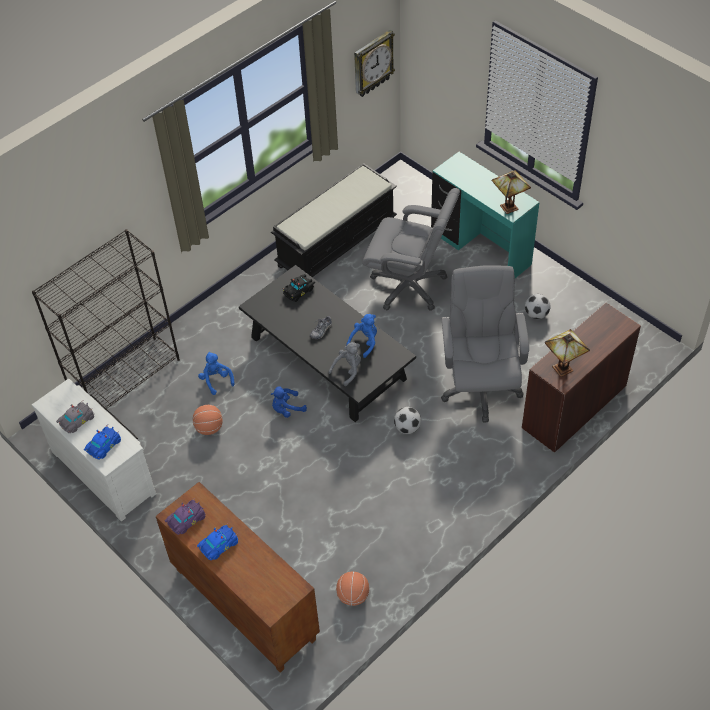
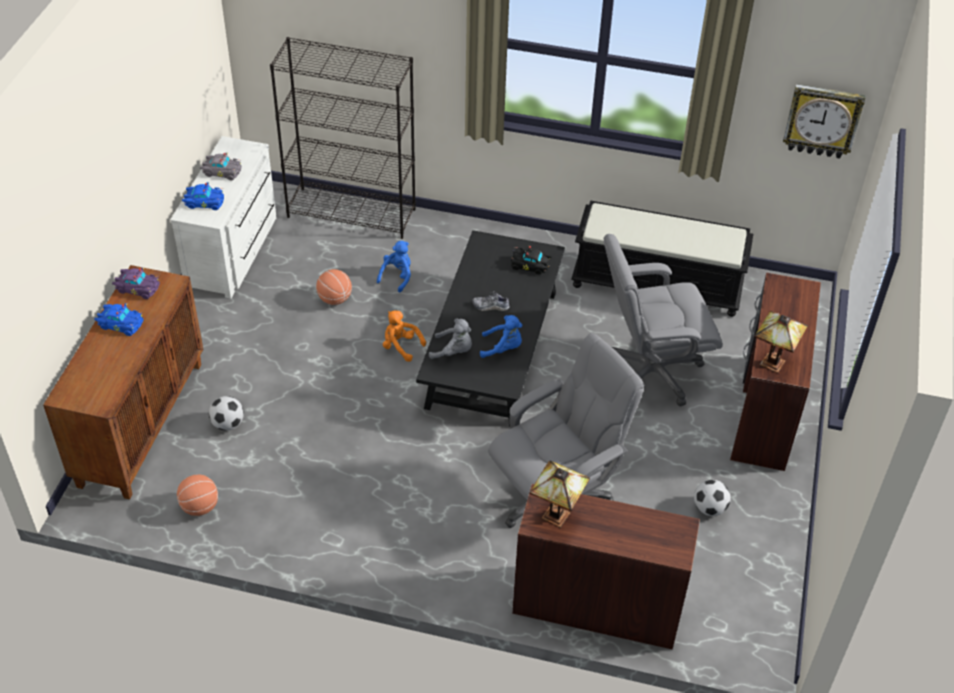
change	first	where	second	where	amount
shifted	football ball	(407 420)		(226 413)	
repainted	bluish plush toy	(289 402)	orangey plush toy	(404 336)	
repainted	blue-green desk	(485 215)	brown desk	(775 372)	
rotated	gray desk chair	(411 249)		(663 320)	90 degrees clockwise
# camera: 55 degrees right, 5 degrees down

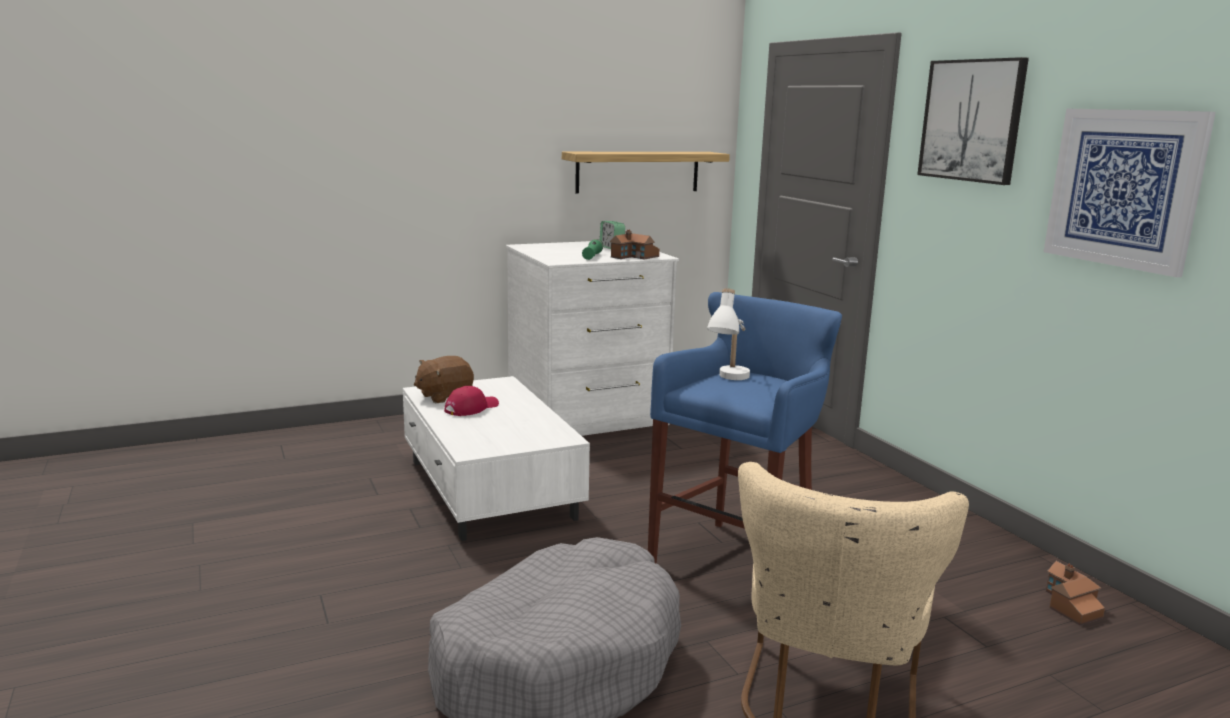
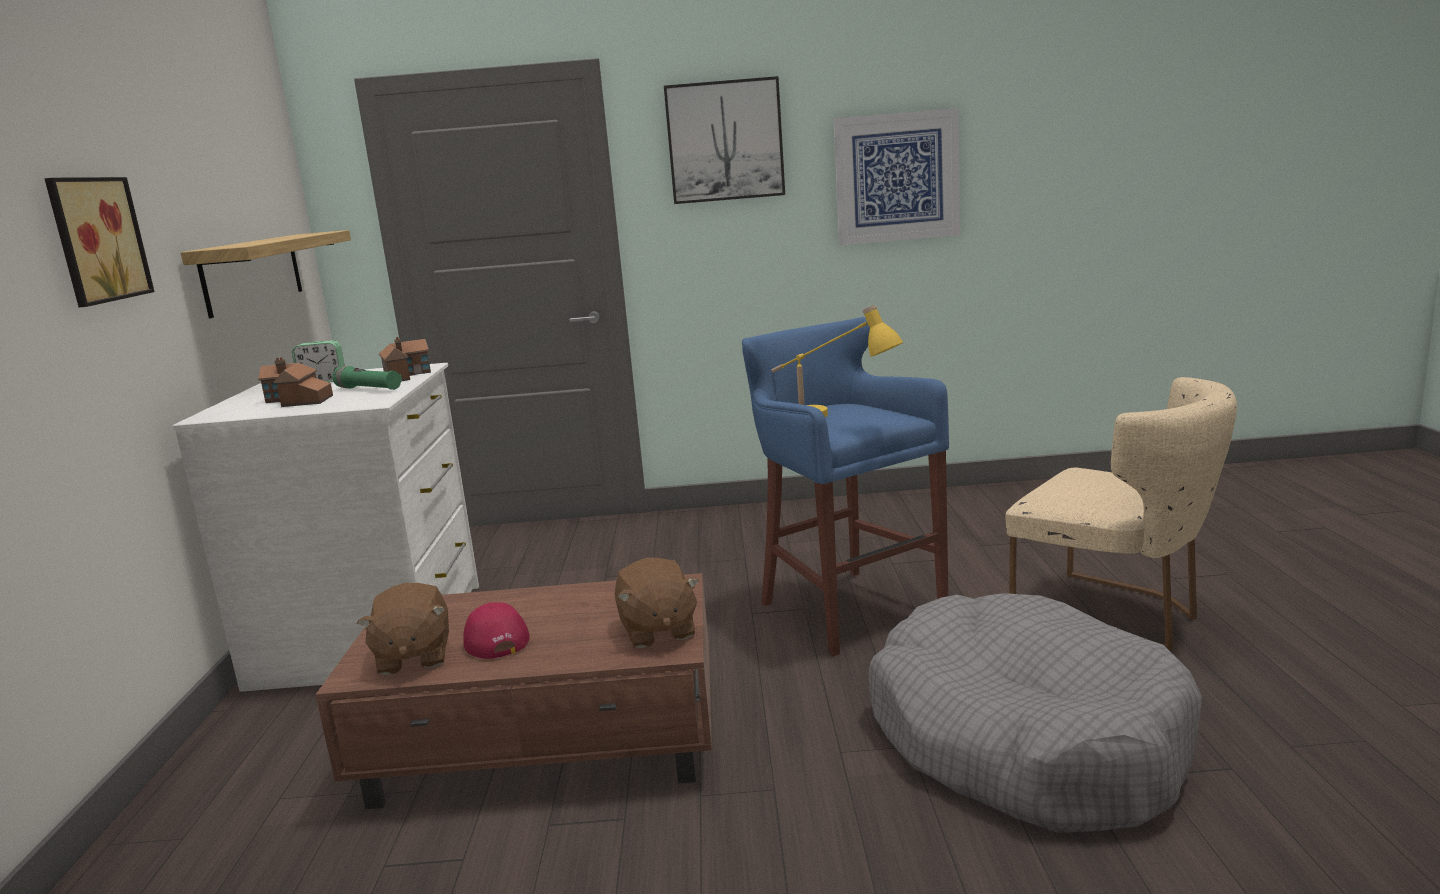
change	first	where	second	where	amount
new			wall picture	(99 242)	
new			brown plush toy	(657 603)	
shifted	miniature house	(1075 593)		(295 382)	
repainted	white-coloured coffee table	(496 458)	brown coffee table	(514 691)	
repainted	white-coloured lamp for a table	(728 334)	yellowish lamp for a table	(837 361)	
# camera: 65 degrees left, 0 degrees up

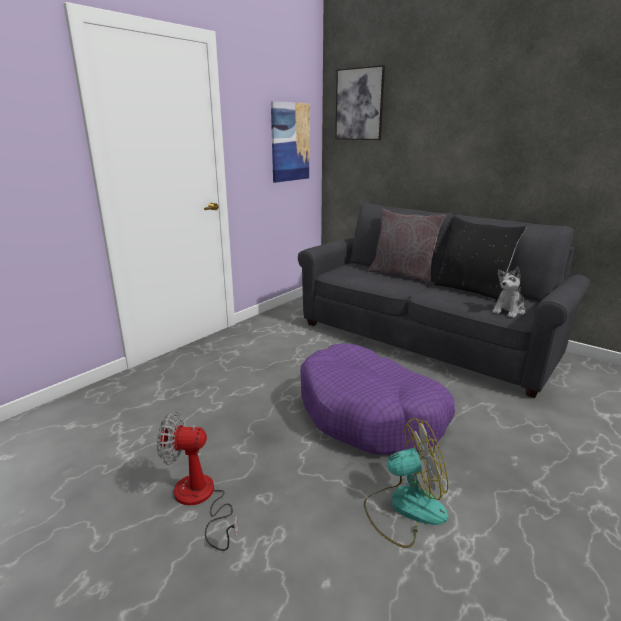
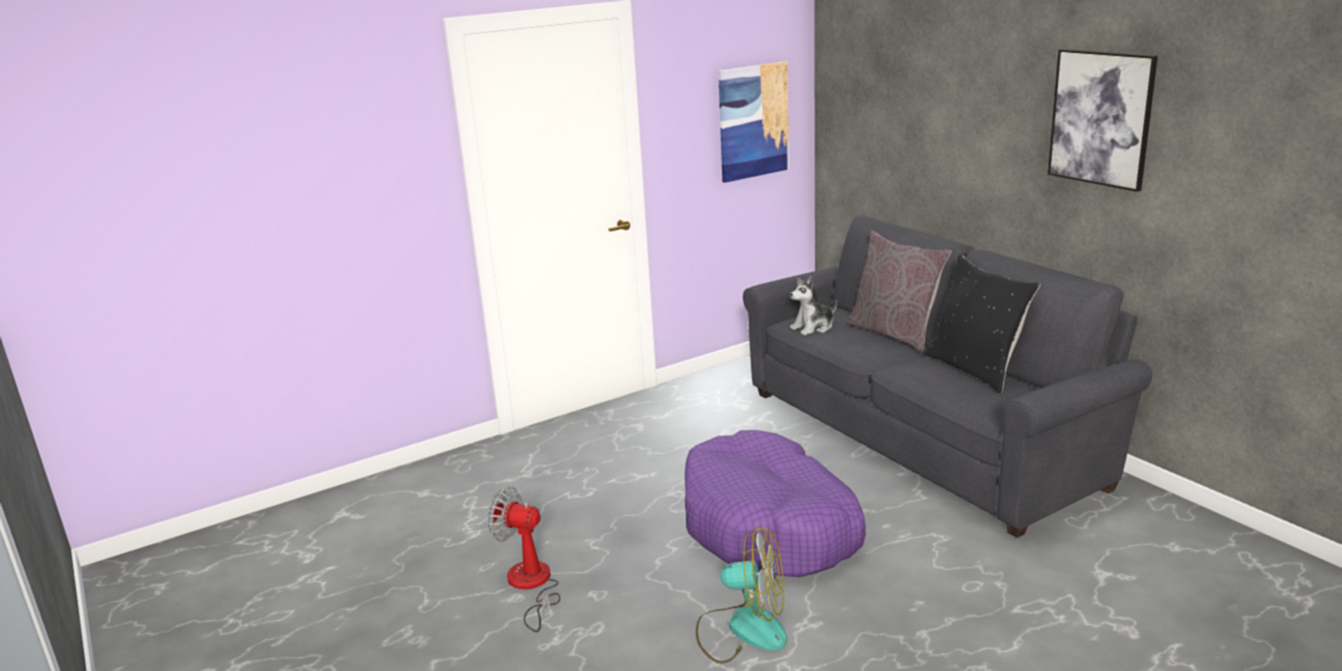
change	first	where	second	where	amount
shifted	wall picture	(360 102)		(1103 120)	
shifted	plush toy	(508 292)		(813 305)	
# camera: 20 degrees right, 0 degrees up

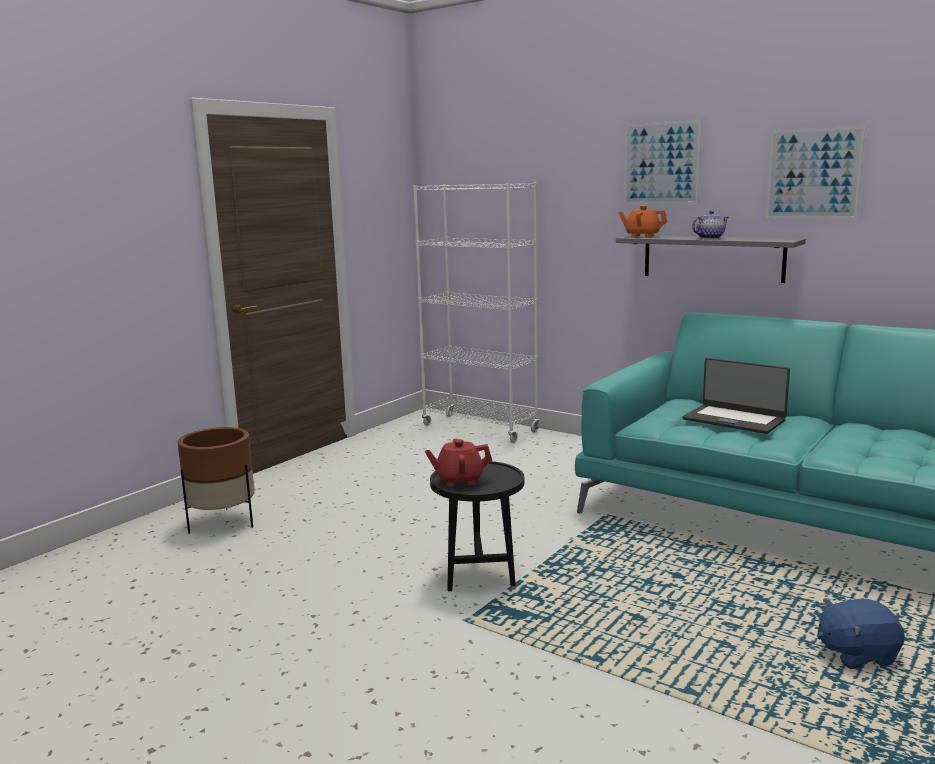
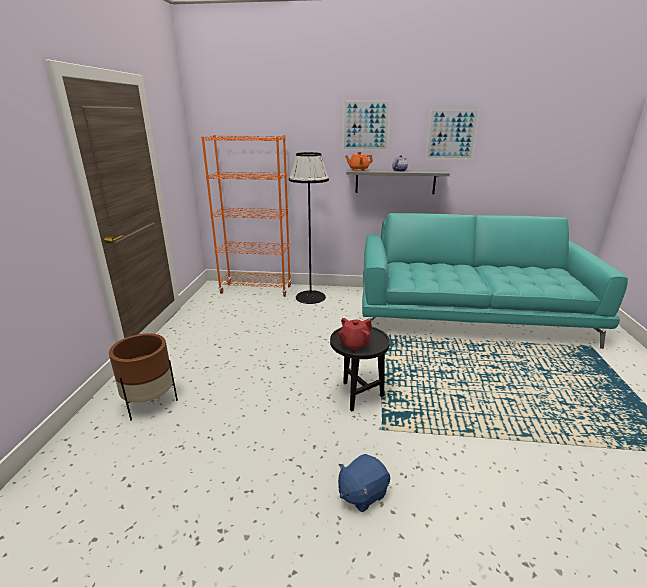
change	first	where	second	where	amount
gone	laptop	(736 396)			
new			black standing lamp	(309 228)	
shifted	bluish plush toy	(861 634)		(364 483)	
repainted	white-coloured bookshelf	(476 312)	orangey bookshelf	(246 216)	
# camera: 30 degrees left, 10 degrees up

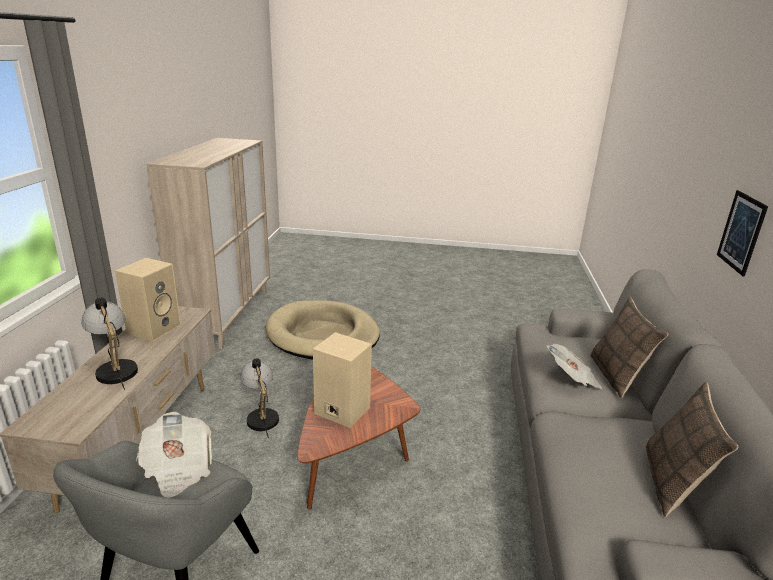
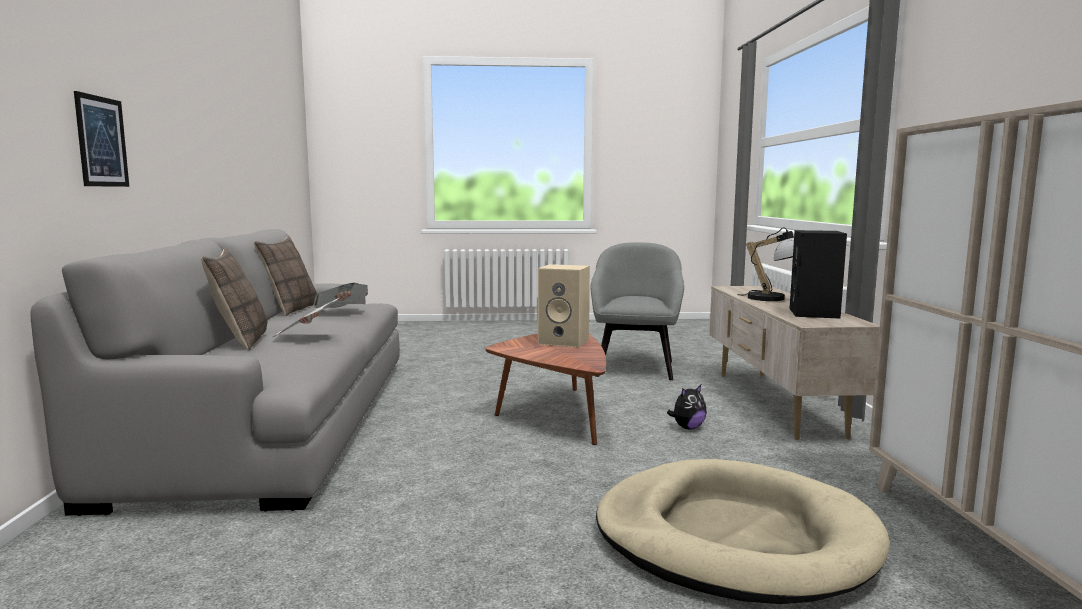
change	first	where	second	where	amount
shifted	printed paper	(174 455)		(341 295)	
swapped	lamp for a table	(259 398)	plush toy	(687 407)	
repainted	sand-coloured loudspeaker	(148 300)	black loudspeaker	(818 274)	
# camera: 170 degrees right, 15 degrees down

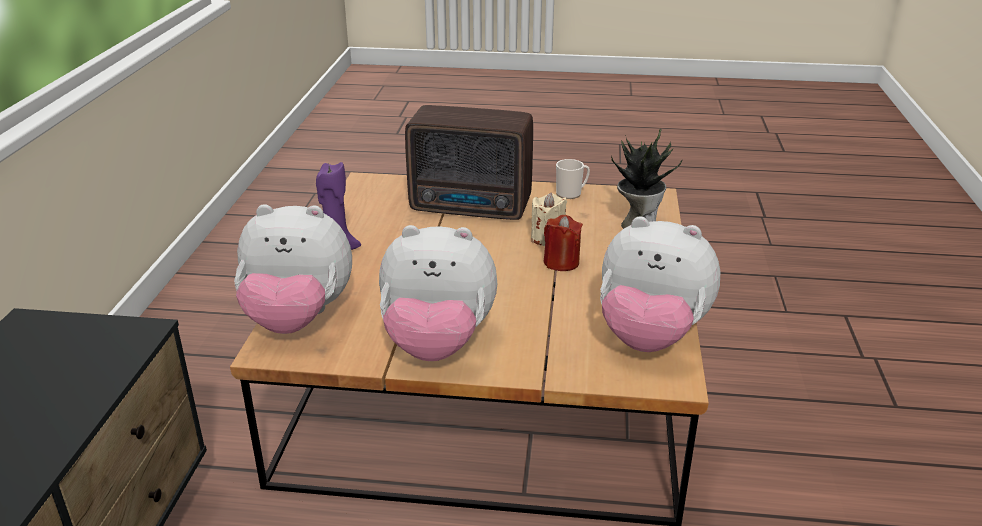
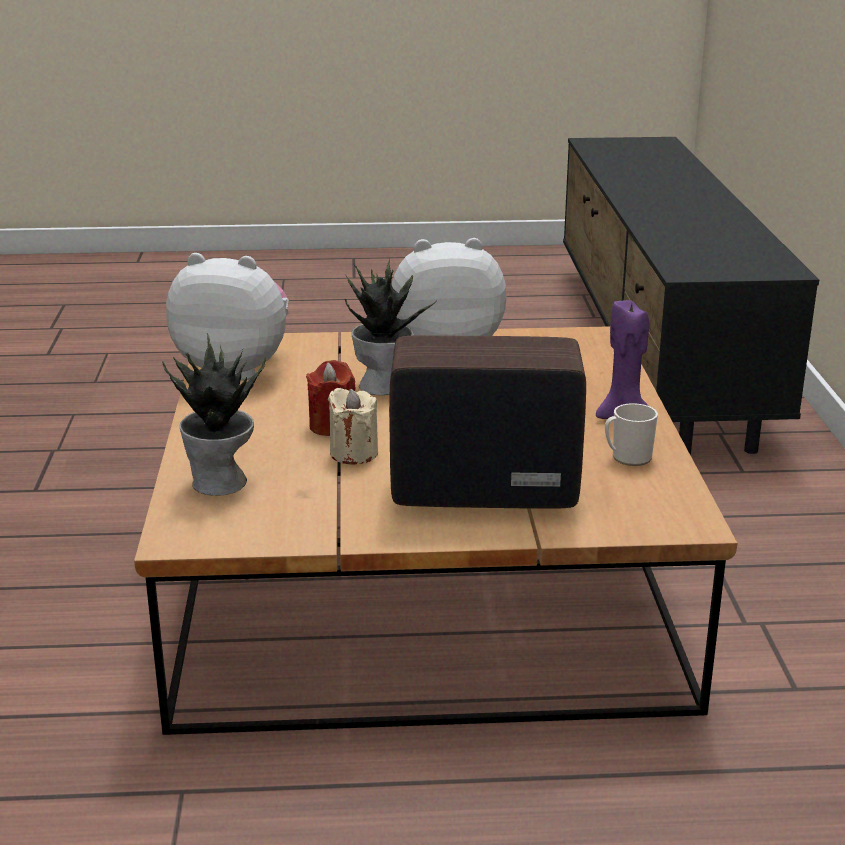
change	first	where	second	where	amount
gone	plush toy	(293 269)			
new			plant in a pot	(391 326)	
shifted	coffee mug	(573 179)		(631 434)	
# camera: 170 degrees right, 5 degrees down

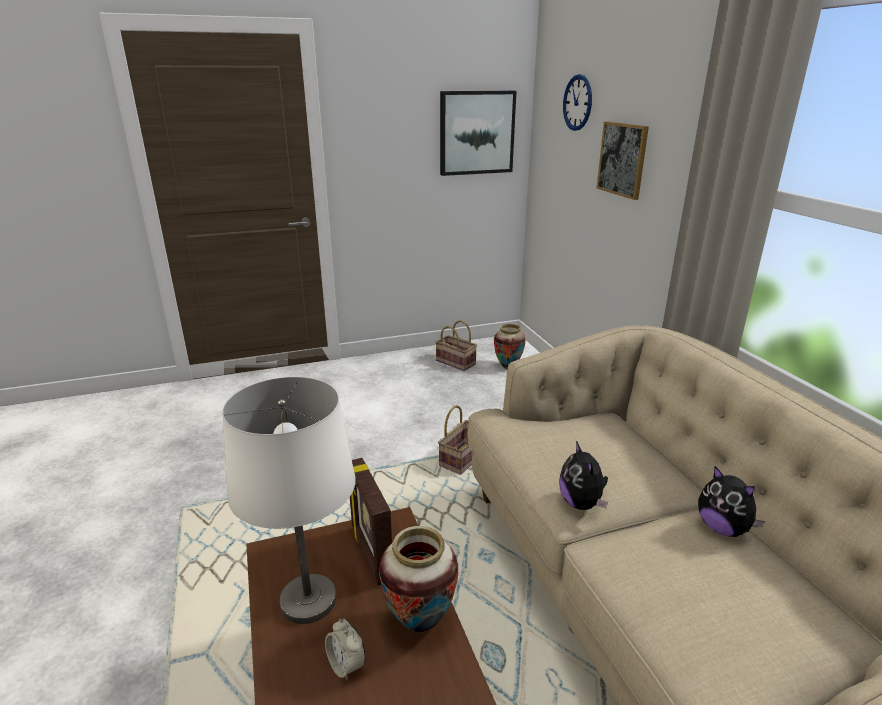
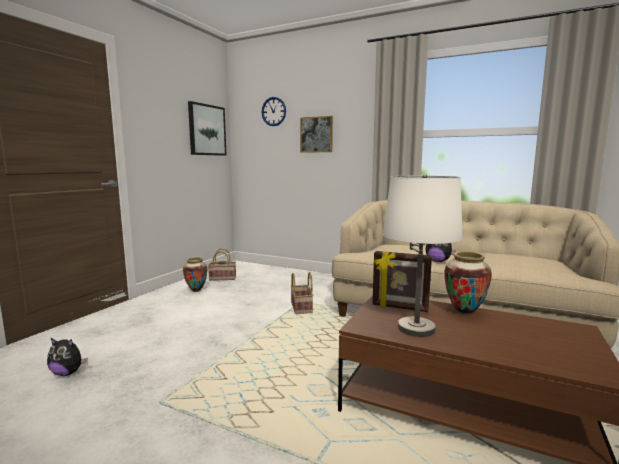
change	first	where	second	where	amount
gone	bedside clock	(345 650)			
shifted	vase	(510 346)		(195 274)	
shifted	plush toy	(732 501)		(67 357)	
# camera: 45 degrees left, 15 degrees down

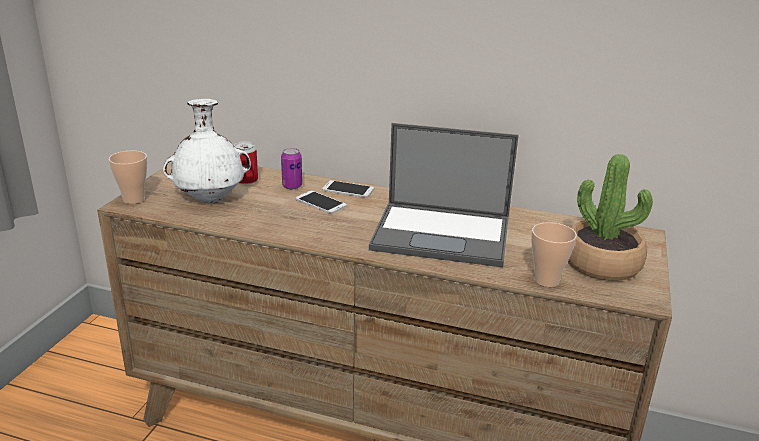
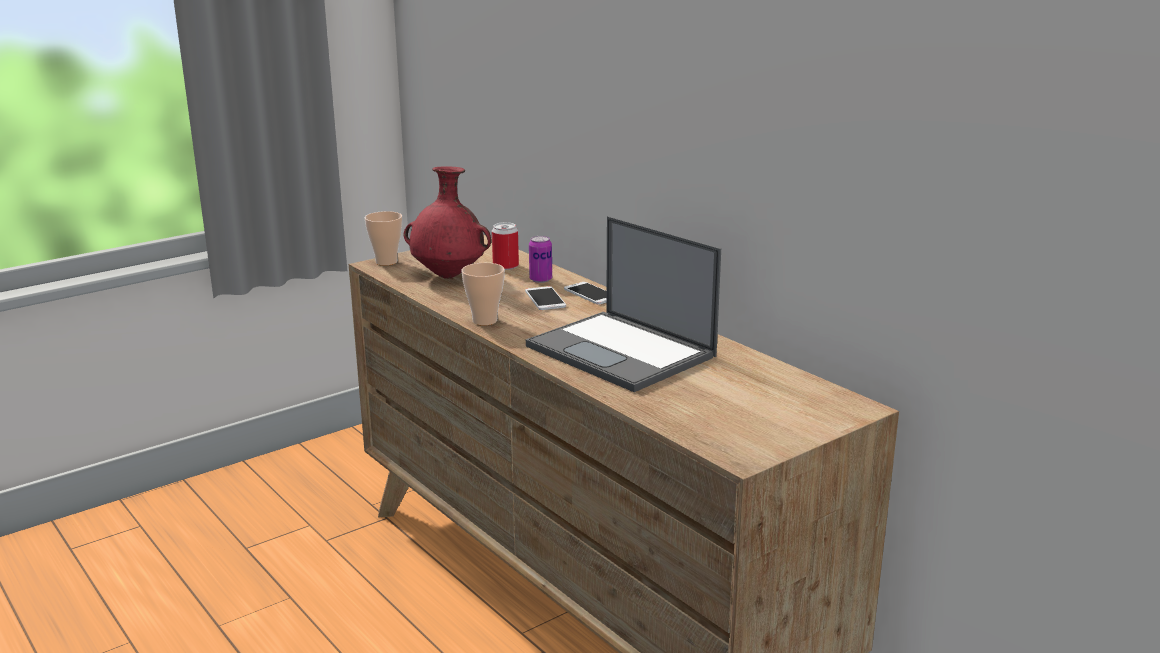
change	first	where	second	where	amount
gone	plant in a pot	(610 217)			
shifted	cup	(554 254)		(483 294)	
repainted	white-coloured vase	(207 151)	red vase	(447 222)	
# camera: 35 degrees right, 5 degrees down

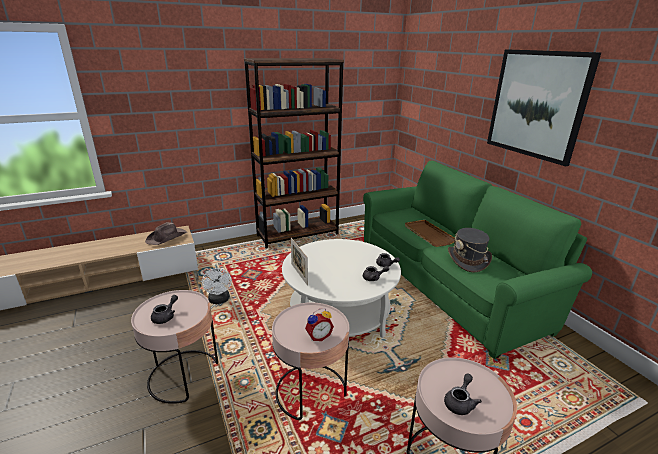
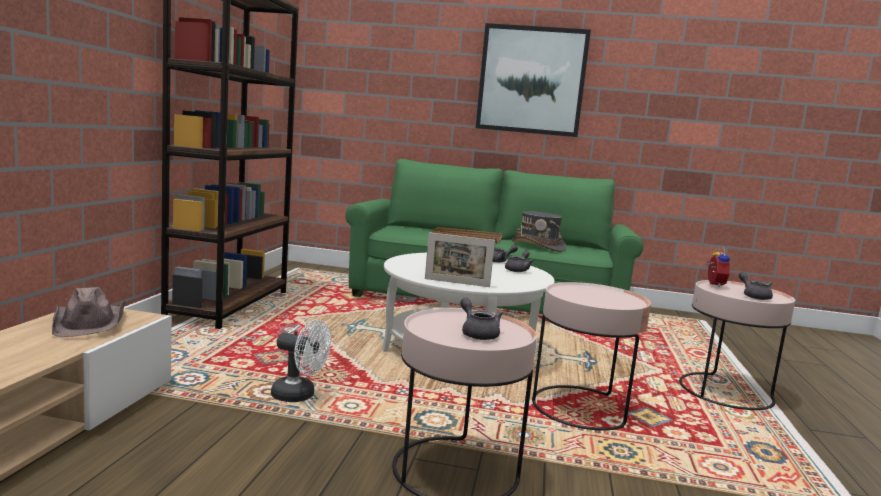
change	first	where	second	where	amount
shifted	bedside clock	(319 325)		(718 266)	
# camera: 55 degrees left, 15 degrees down

